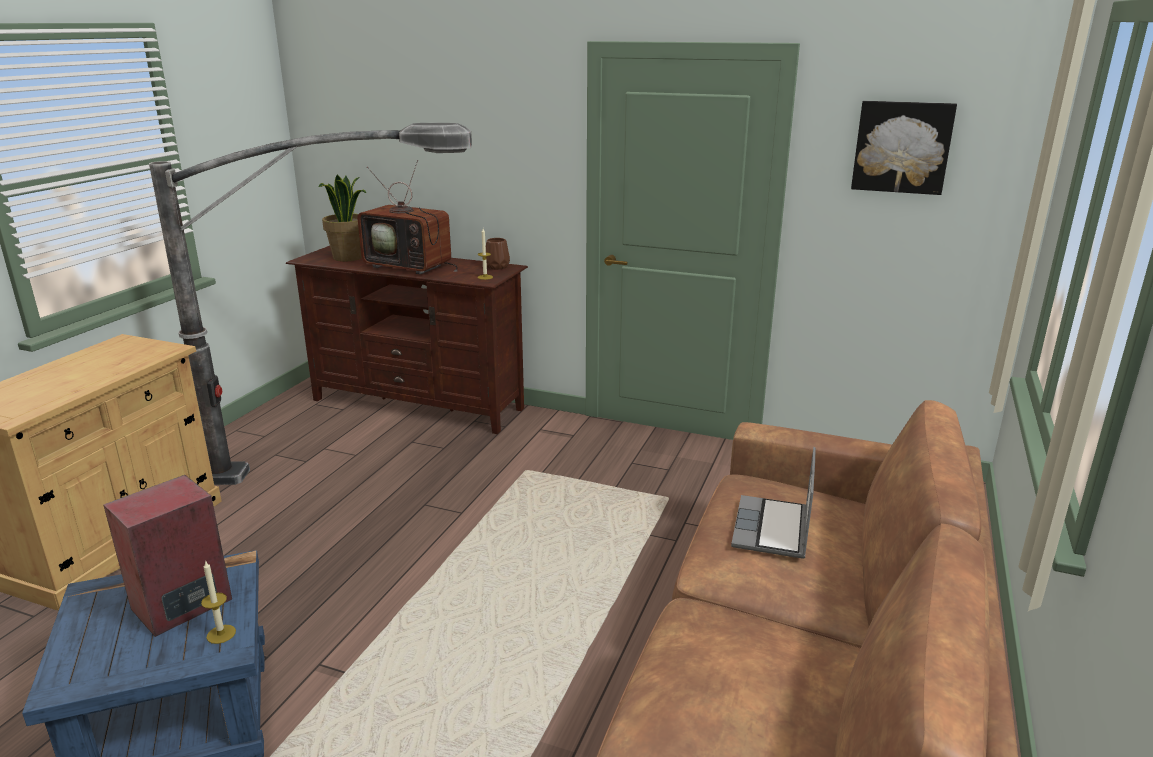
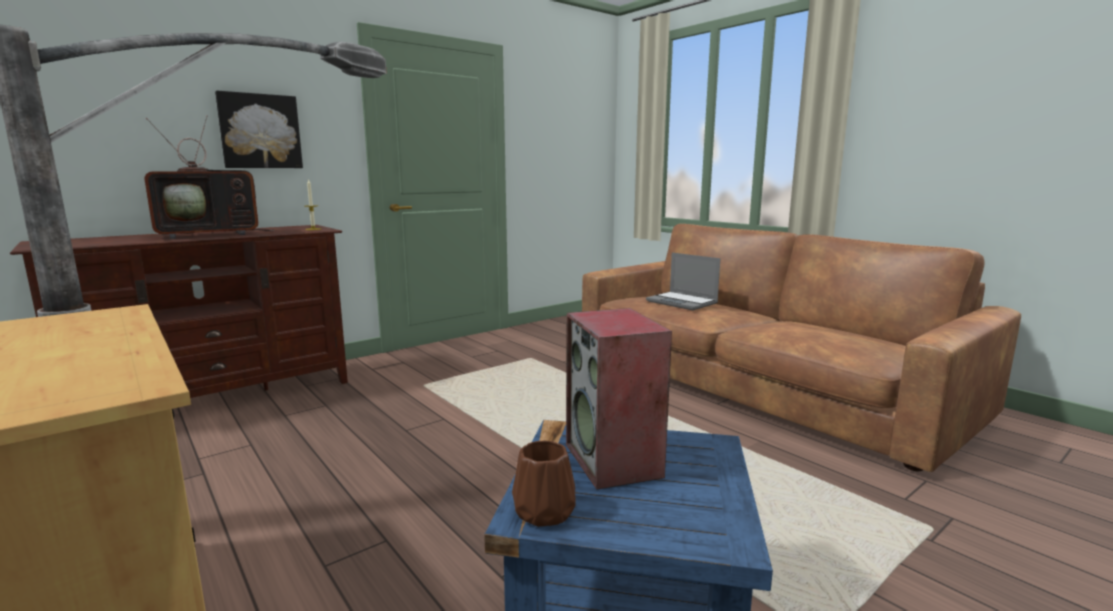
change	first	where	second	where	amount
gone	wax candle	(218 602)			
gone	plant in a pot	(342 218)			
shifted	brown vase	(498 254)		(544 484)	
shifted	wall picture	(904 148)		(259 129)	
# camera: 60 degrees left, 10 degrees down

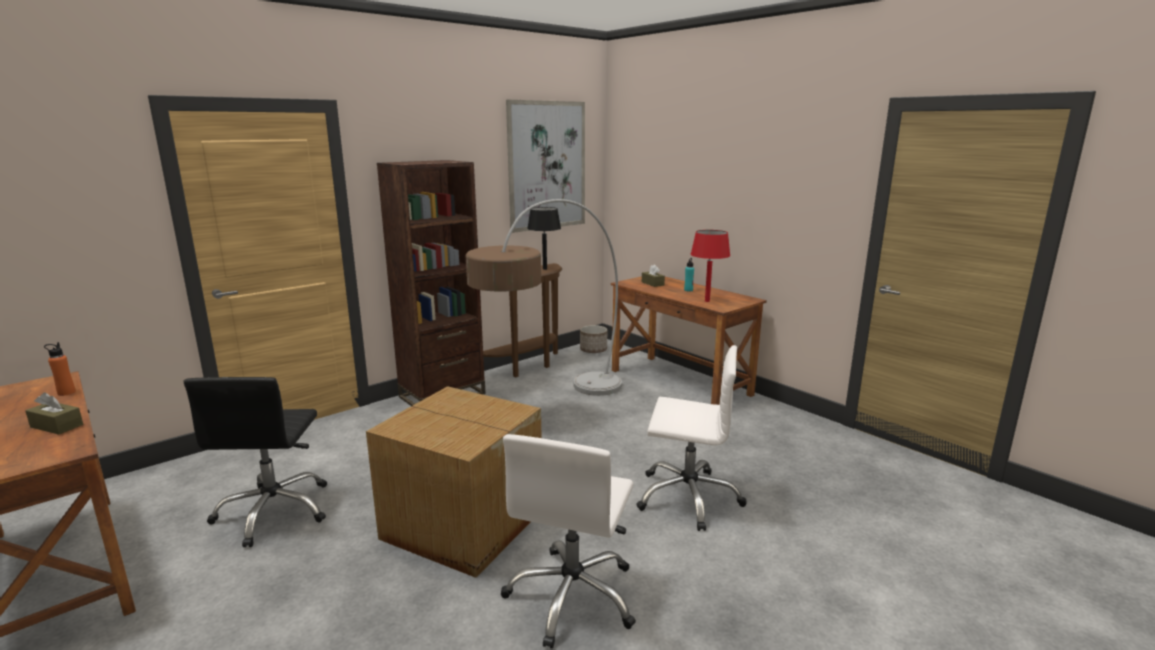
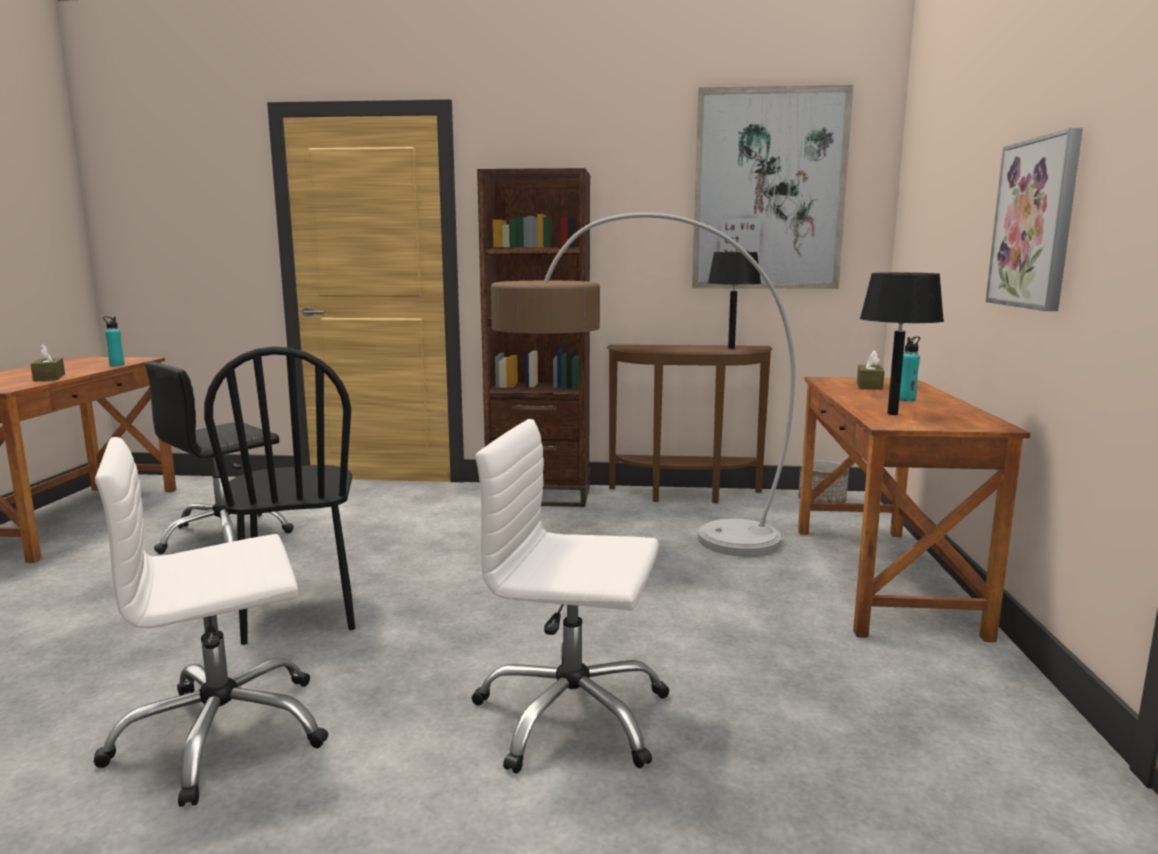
change	first	where	second	where	amount
new			wall picture	(1034 219)	
swapped	carton	(454 482)	black chair	(279 495)	
repainted	orangey beverage bottle	(59 369)	blue-green beverage bottle	(114 341)	
repainted	red lamp for a table	(710 266)	black lamp for a table	(902 344)	
rotated	white-coloured desk chair	(691 438)		(570 596)	135 degrees clockwise
# camera: 45 degrees right, 5 degrees down

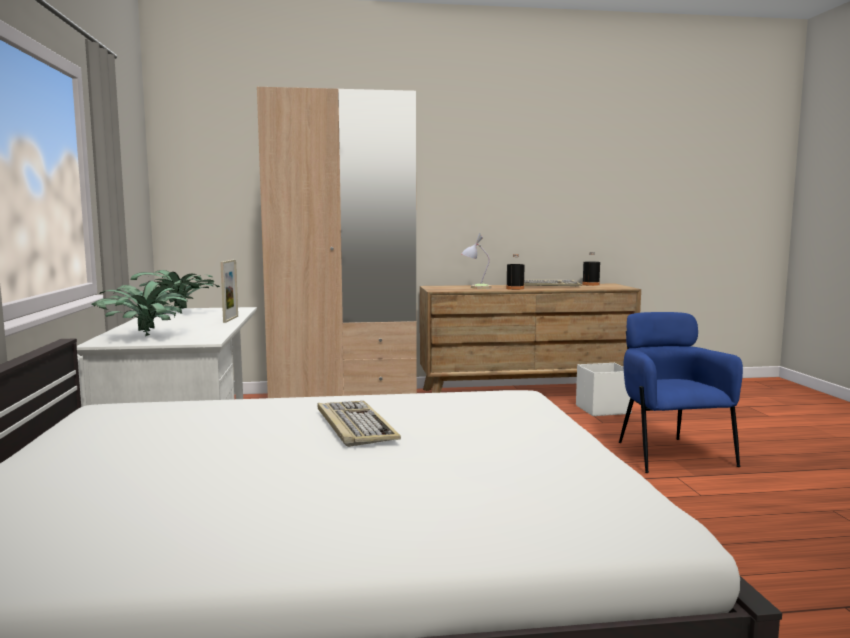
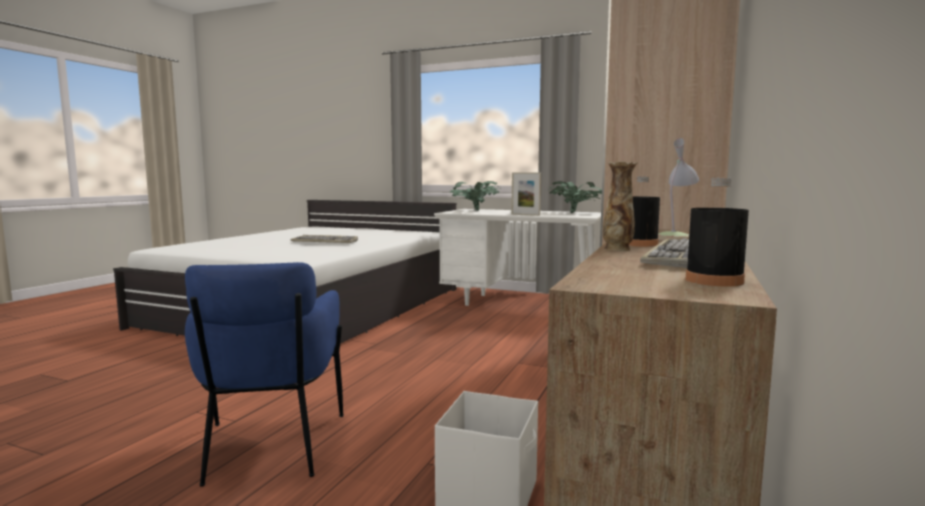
change	first	where	second	where	amount
new			vase	(620 206)	
rotated	bluish lounge chair	(681 392)		(264 374)	60 degrees clockwise
# camera: 120 degrees right, 0 degrees up

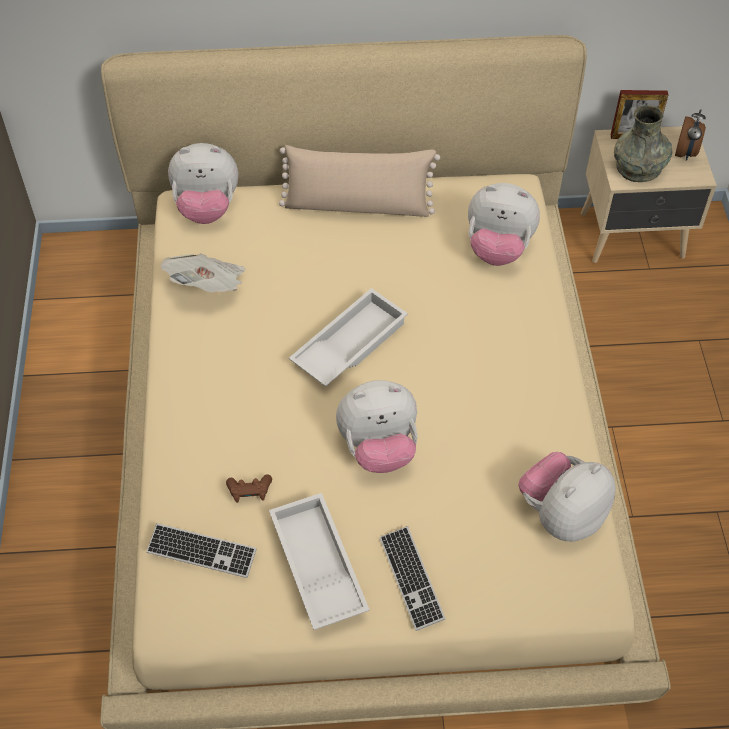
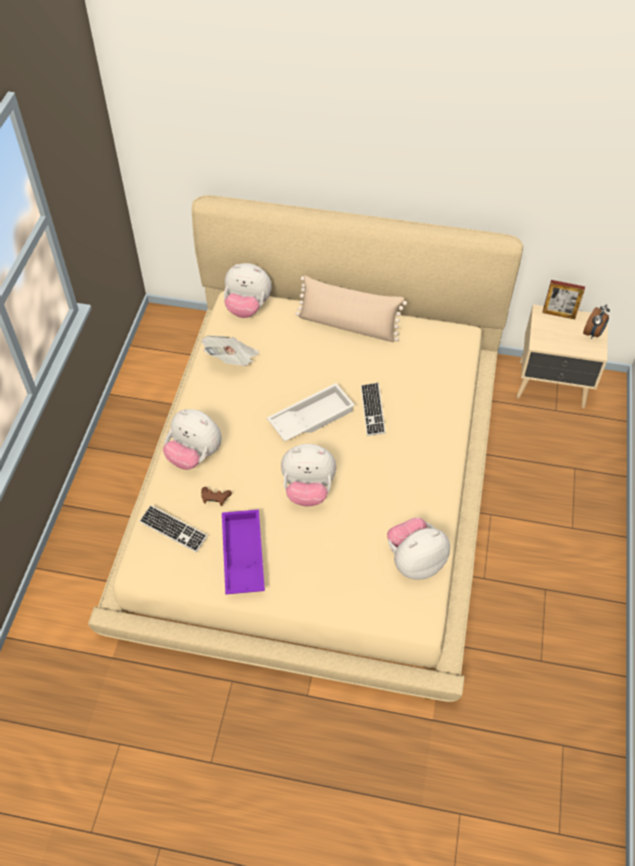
change	first	where	second	where	amount
gone	gray vase	(643 143)			
shifted	PC keyboard	(412 578)		(373 409)	
shifted	plush toy	(504 224)		(192 439)	
repainted	white-coloured tray	(319 561)	purple tray	(243 552)	
# camera: 15 degrees right, 0 degrees up

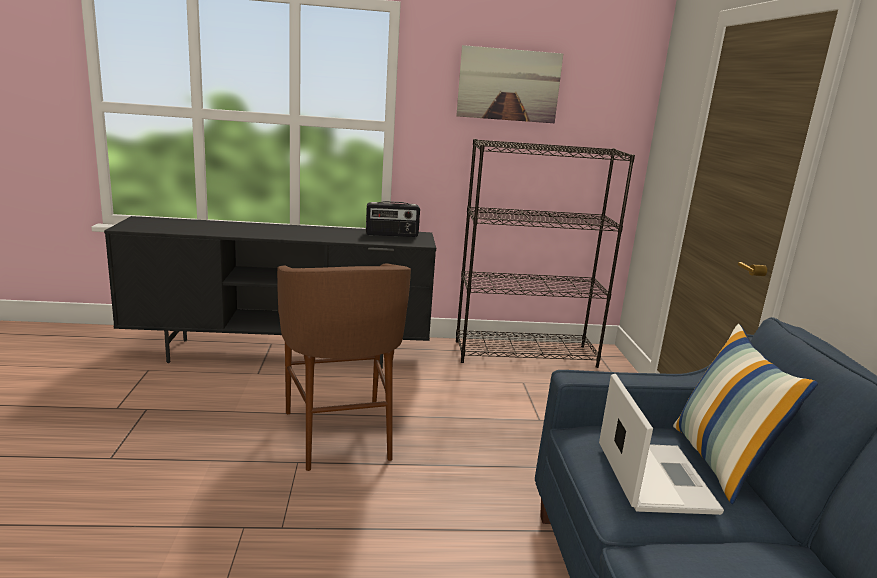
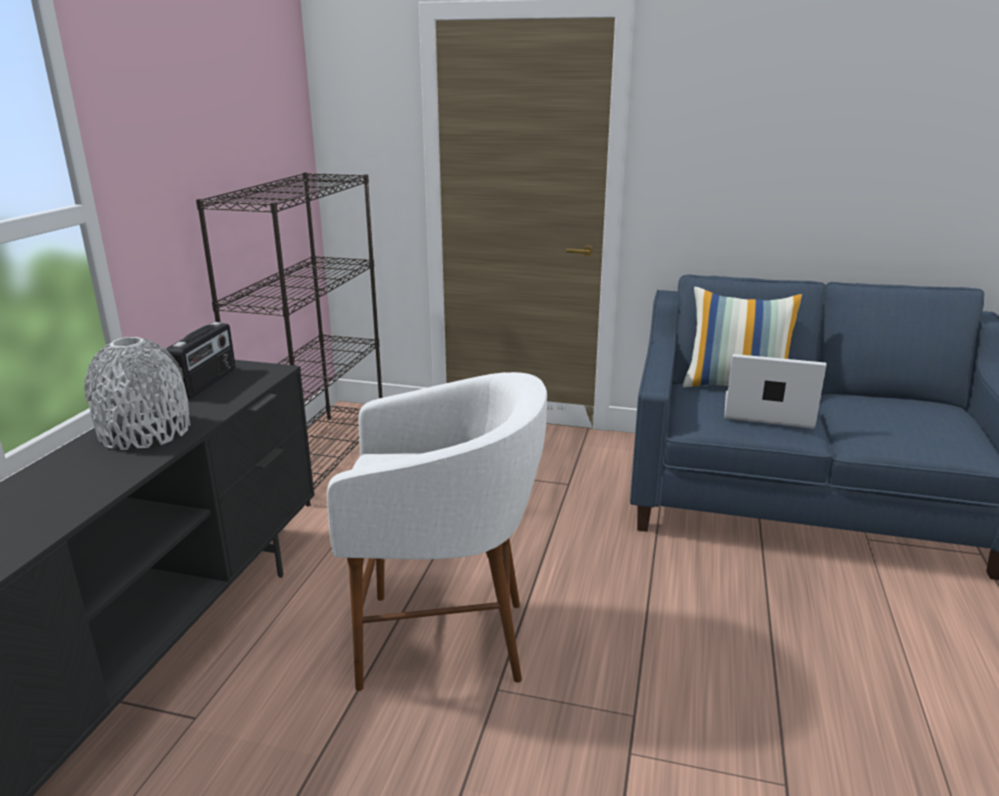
change	first	where	second	where	amount
gone	wall picture	(509 84)			
new			gray vase	(137 393)	
repainted	brown sitting stool	(344 367)	white-coloured sitting stool	(437 531)	
# camera: 70 degrees left, 5 degrees up

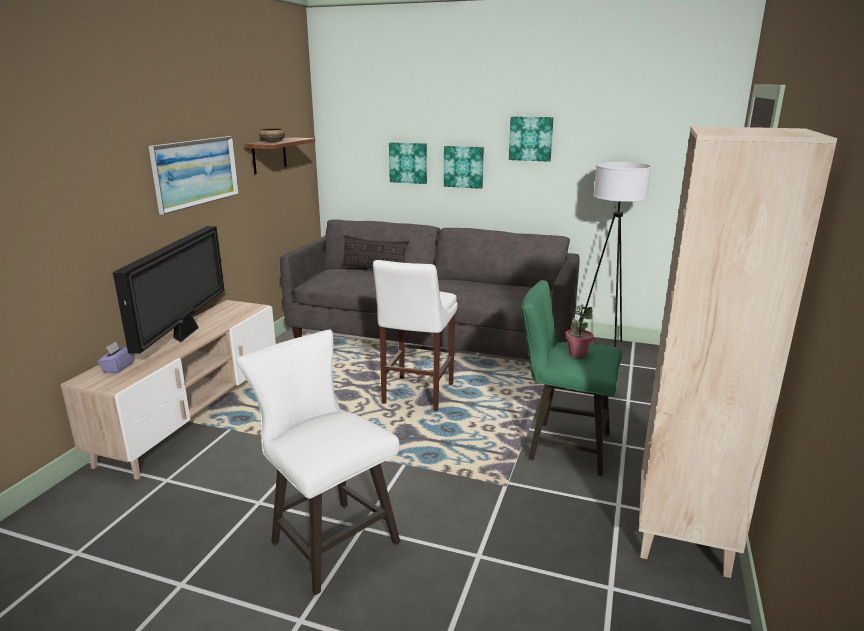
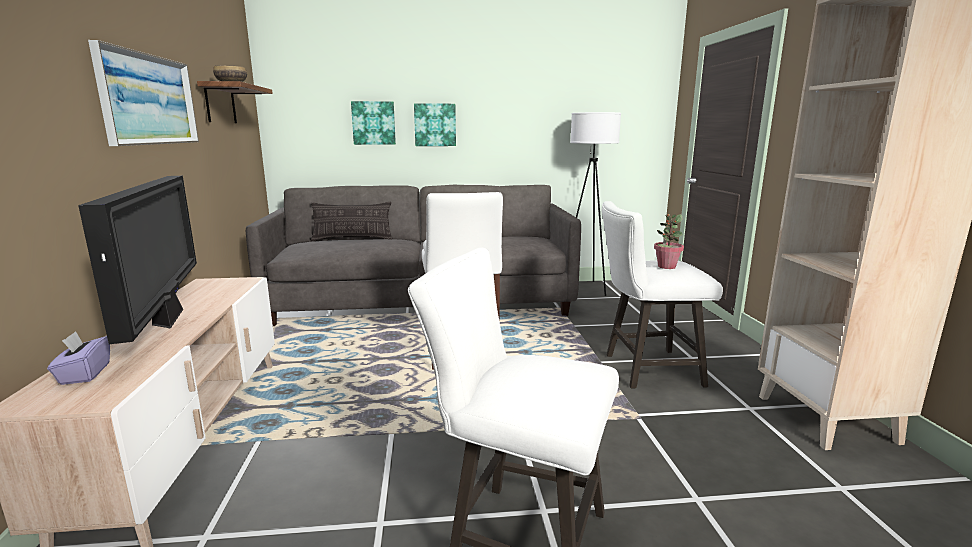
change	first	where	second	where	amount
gone	wall picture	(531 139)			
repainted	greenish sitting stool	(571 378)	white-coloured sitting stool	(662 294)	
# camera: 25 degrees left, 5 degrees down

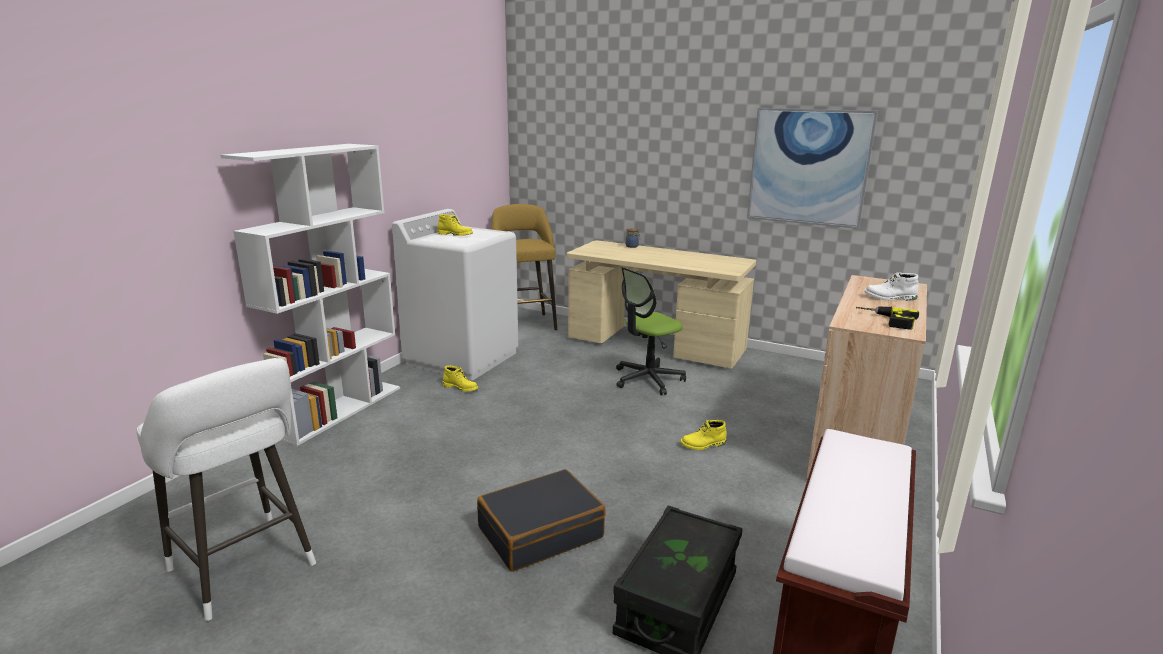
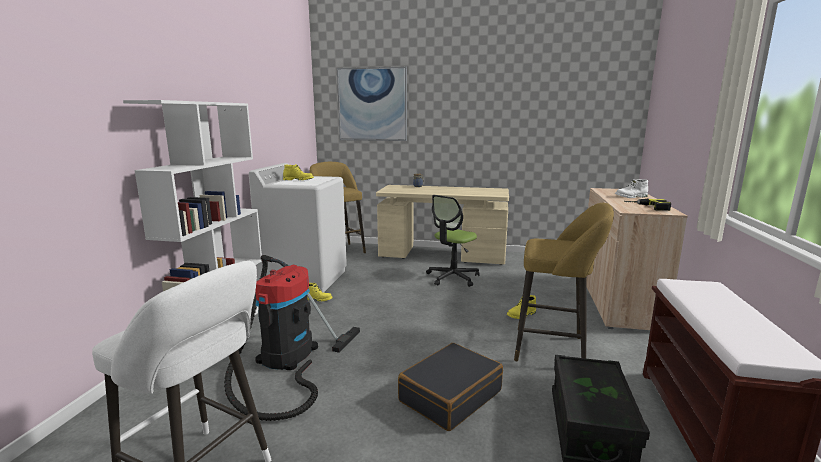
change	first	where	second	where	amount
new			hoover	(292 338)	
new			yellowish sitting stool	(564 282)	
shifted	wall picture	(812 168)		(372 104)	
# camera: 15 degrees left, 5 degrees down

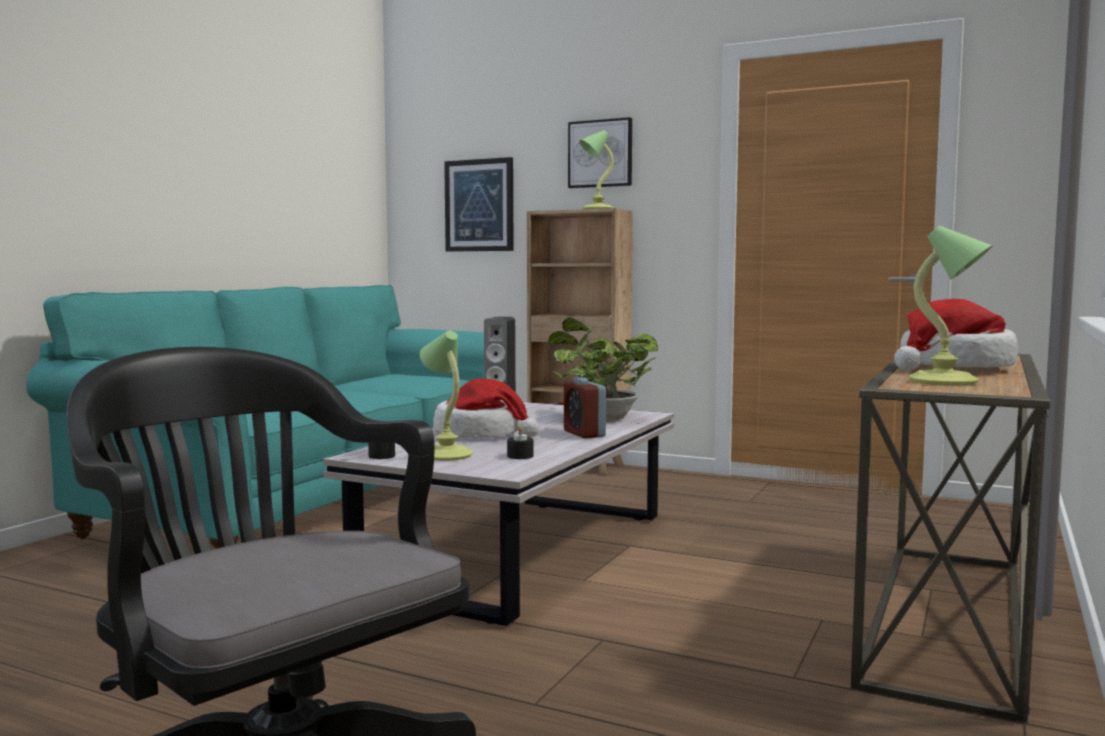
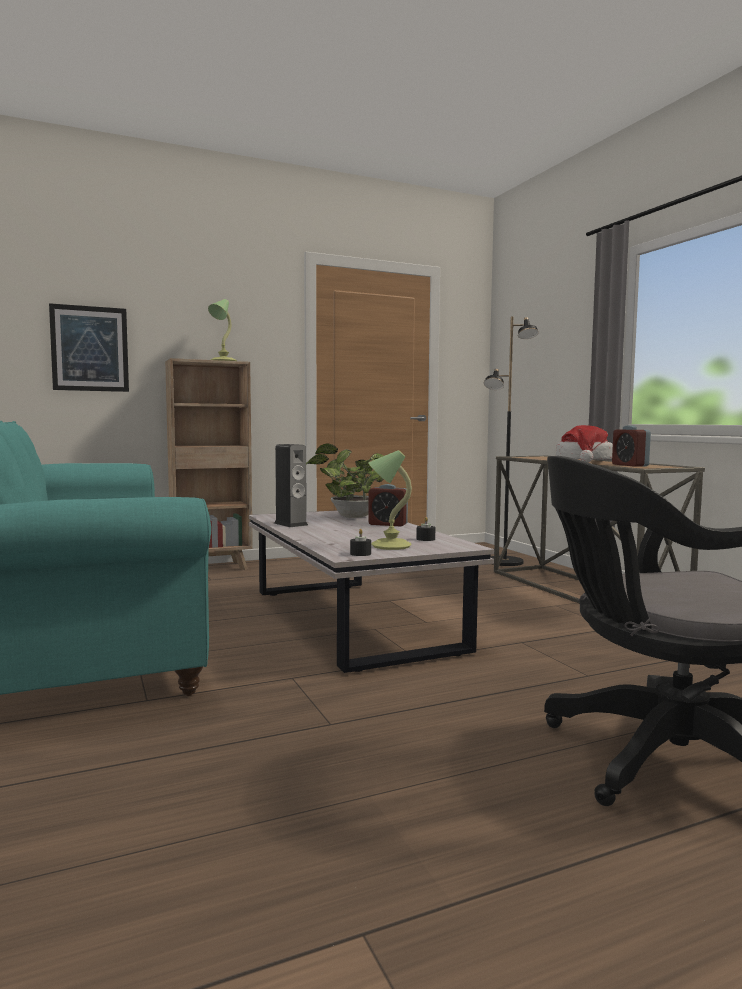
change	first	where	second	where	amount
gone	hat	(486 408)			
gone	wall picture	(600 152)			
new			black standing lamp	(511 441)	
swapped	lamp for a table	(950 306)	bedside clock	(631 446)	
# camera: 50 degrees left, 0 degrees up

